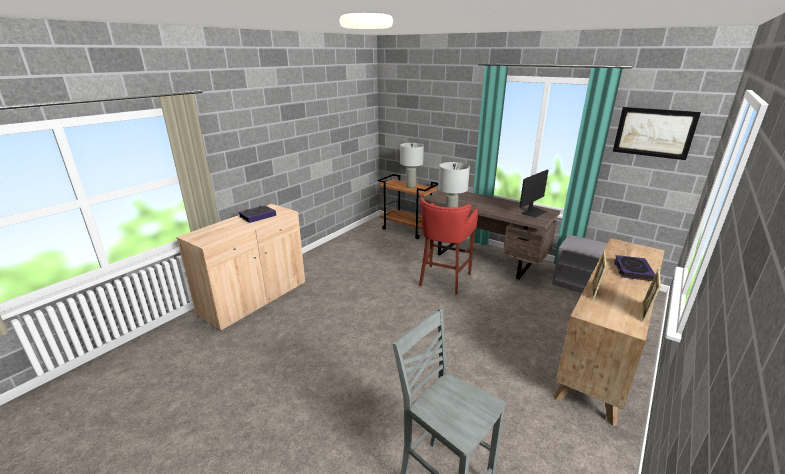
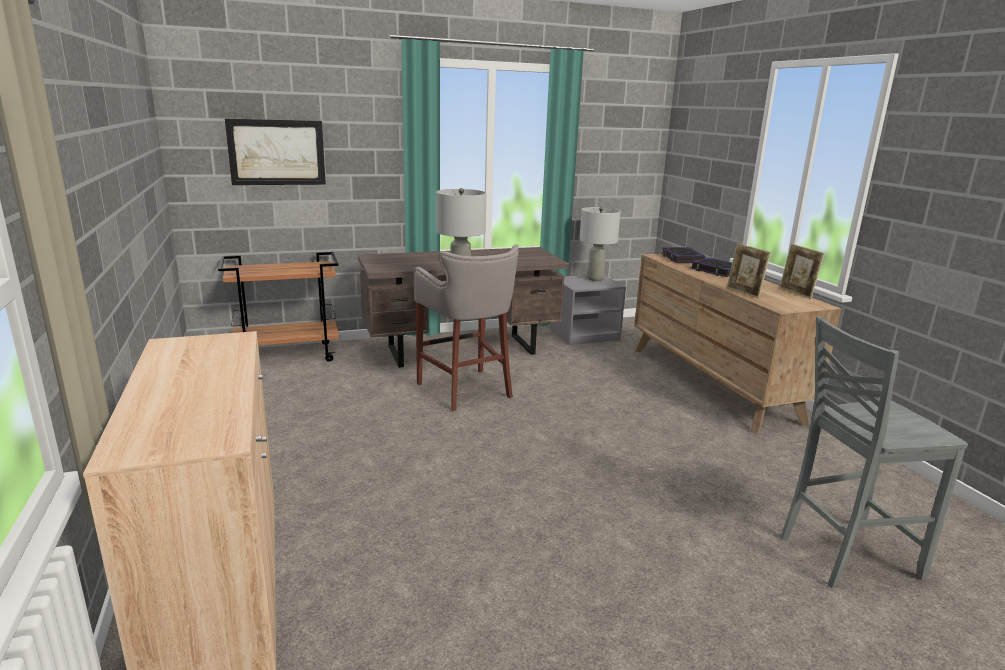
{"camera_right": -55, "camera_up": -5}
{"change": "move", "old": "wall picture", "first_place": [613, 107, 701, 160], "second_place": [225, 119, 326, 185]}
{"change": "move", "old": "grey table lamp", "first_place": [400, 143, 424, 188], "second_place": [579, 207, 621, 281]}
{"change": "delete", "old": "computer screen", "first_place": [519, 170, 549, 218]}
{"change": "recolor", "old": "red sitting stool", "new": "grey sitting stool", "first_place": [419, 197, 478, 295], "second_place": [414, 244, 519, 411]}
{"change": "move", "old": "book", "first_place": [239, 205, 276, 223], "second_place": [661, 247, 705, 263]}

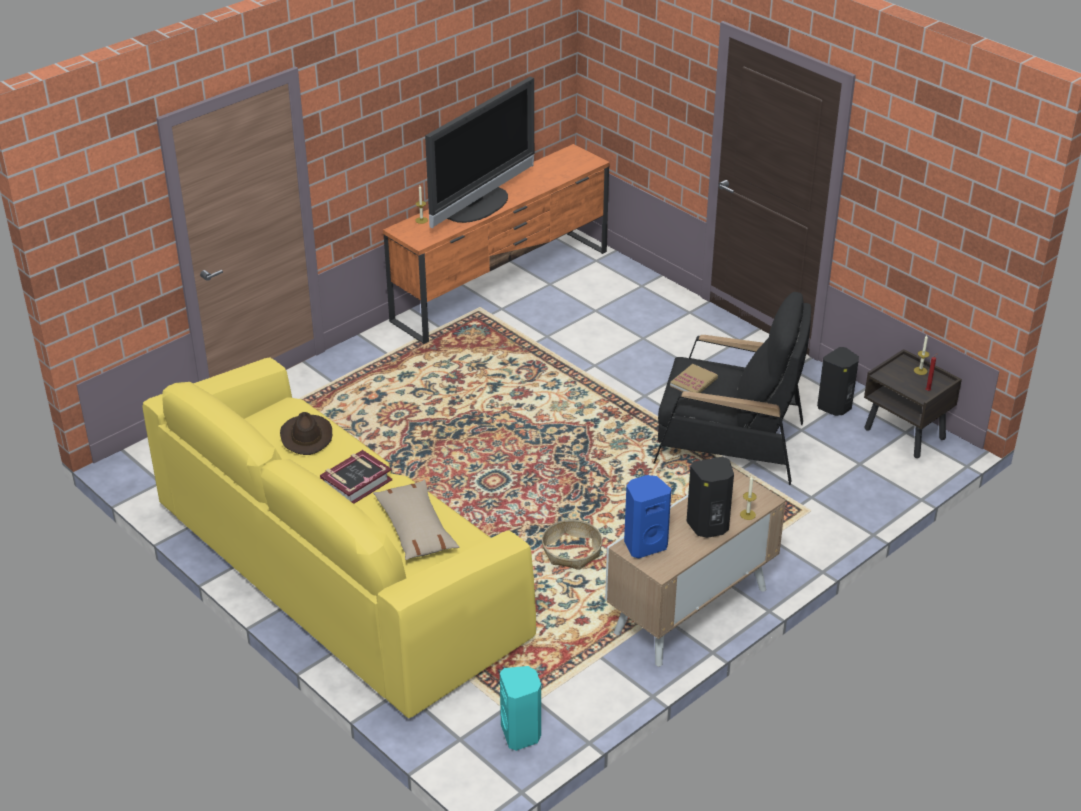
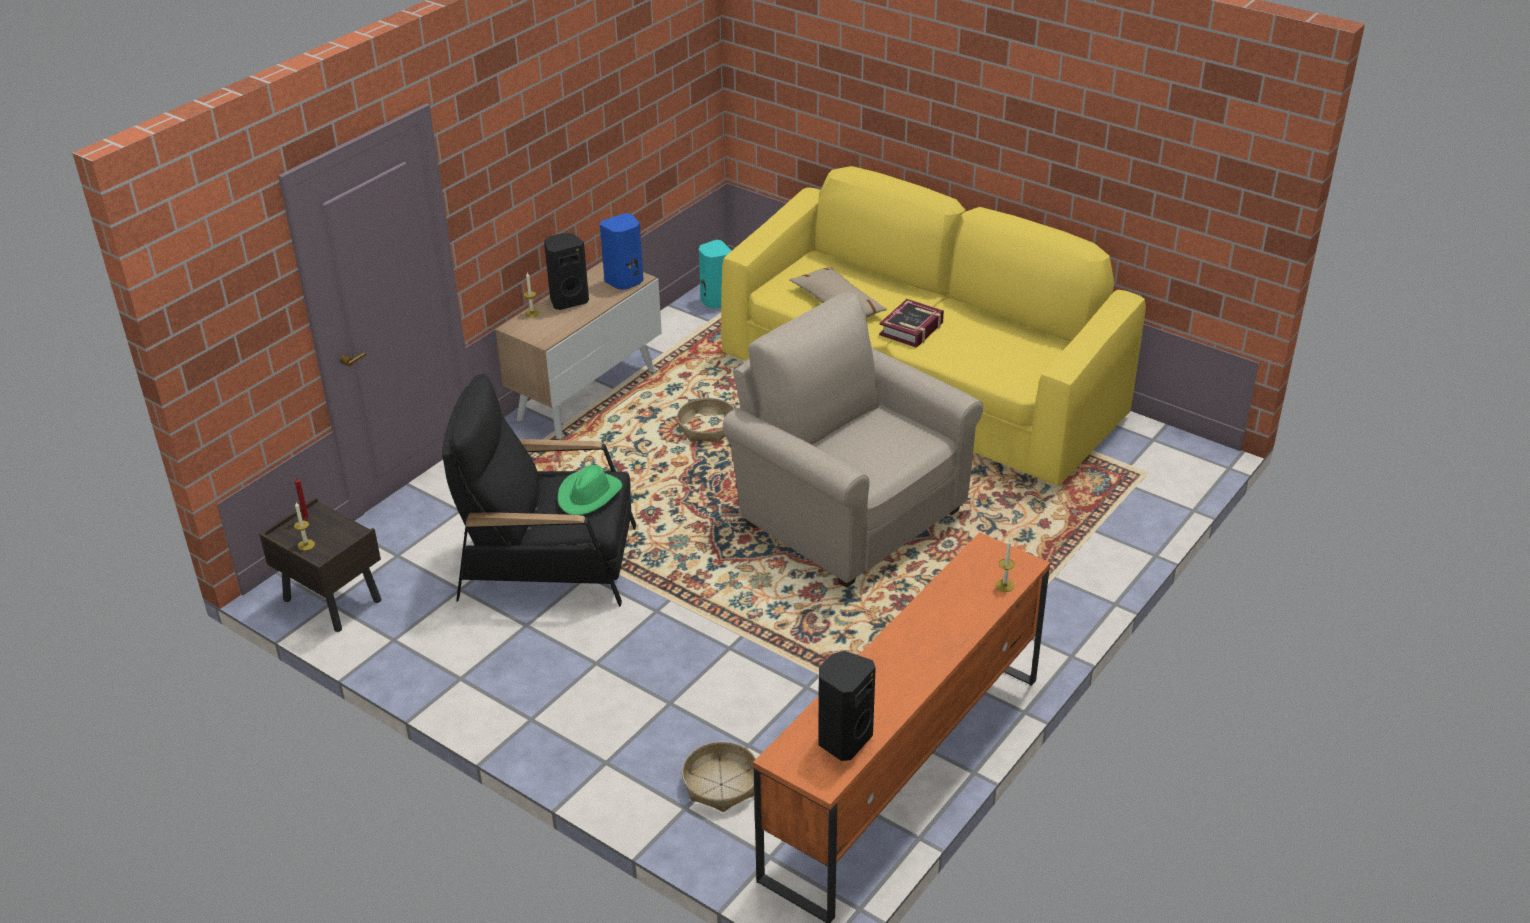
{"camera_right": 170, "camera_up": 0}
{"change": "delete", "old": "television", "first_place": [425, 77, 534, 229]}
{"change": "move", "old": "black speaker", "first_place": [817, 347, 859, 416], "second_place": [818, 651, 876, 761]}
{"change": "replace", "old": "book", "new": "green wearable hat", "first_place": [670, 364, 718, 393], "second_place": [558, 465, 622, 515]}
{"change": "delete", "old": "brown wearable hat", "first_place": [280, 412, 332, 455]}
{"change": "insert", "new": "beige armchair", "second_place": [723, 292, 983, 588]}
{"change": "insert", "new": "storage basket", "second_place": [682, 742, 756, 812]}

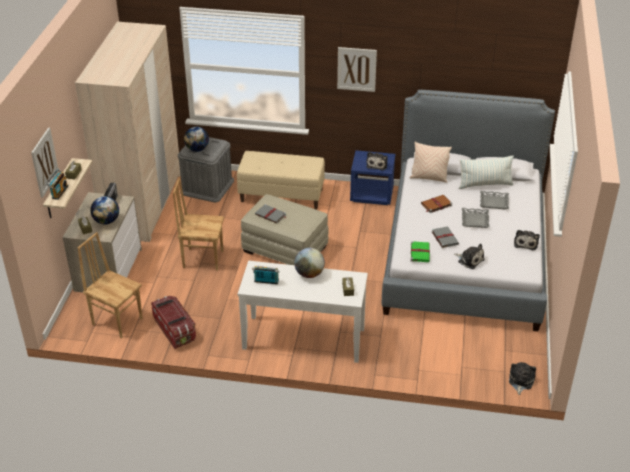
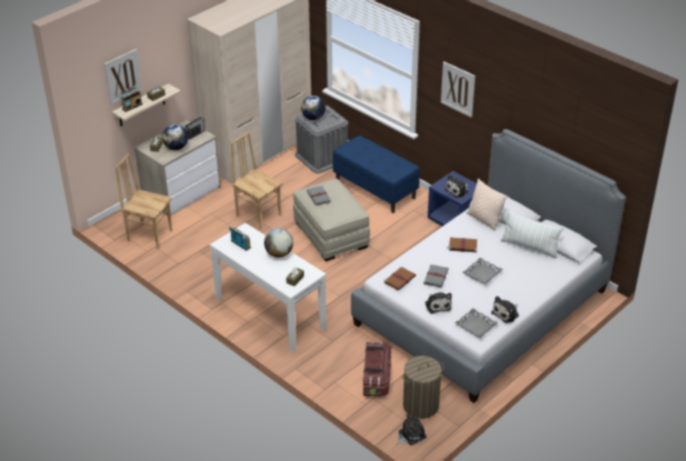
{"camera_right": 35, "camera_up": 0}
{"change": "recolor", "old": "beige long seat", "new": "bluish long seat", "first_place": [237, 151, 325, 209], "second_place": [333, 135, 420, 213]}
{"change": "move", "old": "grey tray", "first_place": [480, 191, 509, 209], "second_place": [455, 308, 498, 338]}
{"change": "rotate", "old": "brown chair", "first_place": [78, 232, 143, 339], "second_place": [115, 154, 172, 249], "degrees": -45}
{"change": "recolor", "old": "green book", "new": "brown book", "first_place": [411, 241, 430, 262], "second_place": [384, 266, 416, 291]}
{"change": "move", "old": "storage container", "first_place": [151, 296, 196, 349], "second_place": [363, 342, 392, 397]}
{"change": "insert", "new": "washing basket", "second_place": [402, 356, 444, 419]}

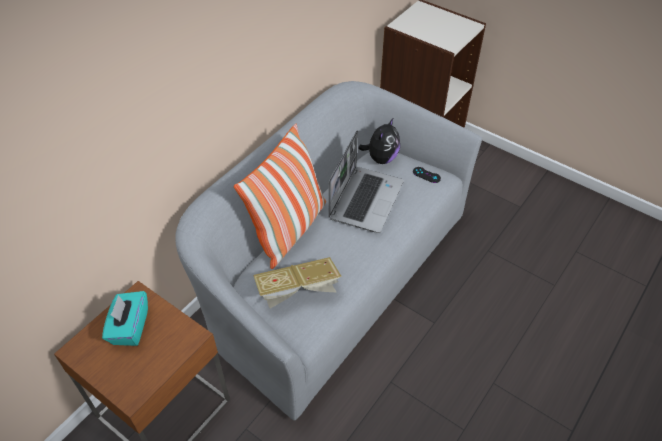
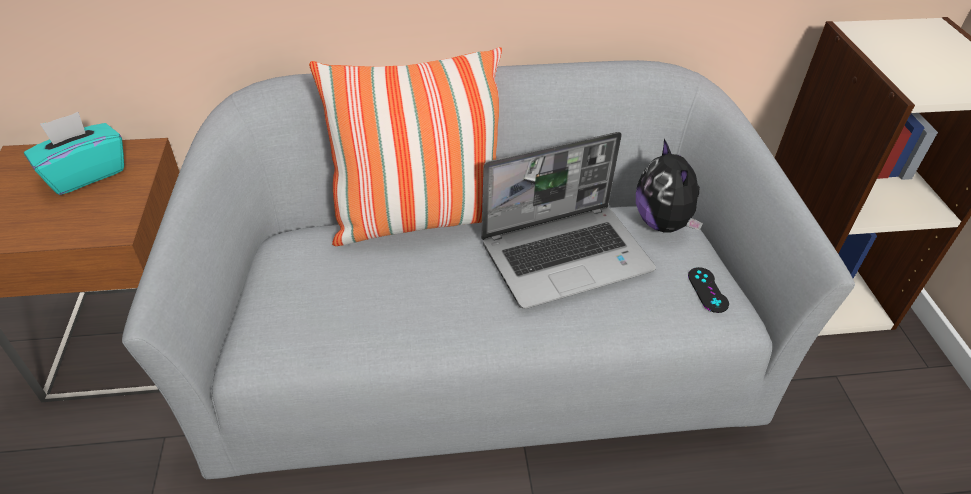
{"camera_right": 45, "camera_up": -5}
{"change": "rotate", "old": "soft toy", "first_place": [358, 117, 400, 164], "second_place": [636, 139, 703, 232], "degrees": 90}
{"change": "delete", "old": "book", "first_place": [253, 257, 342, 308]}

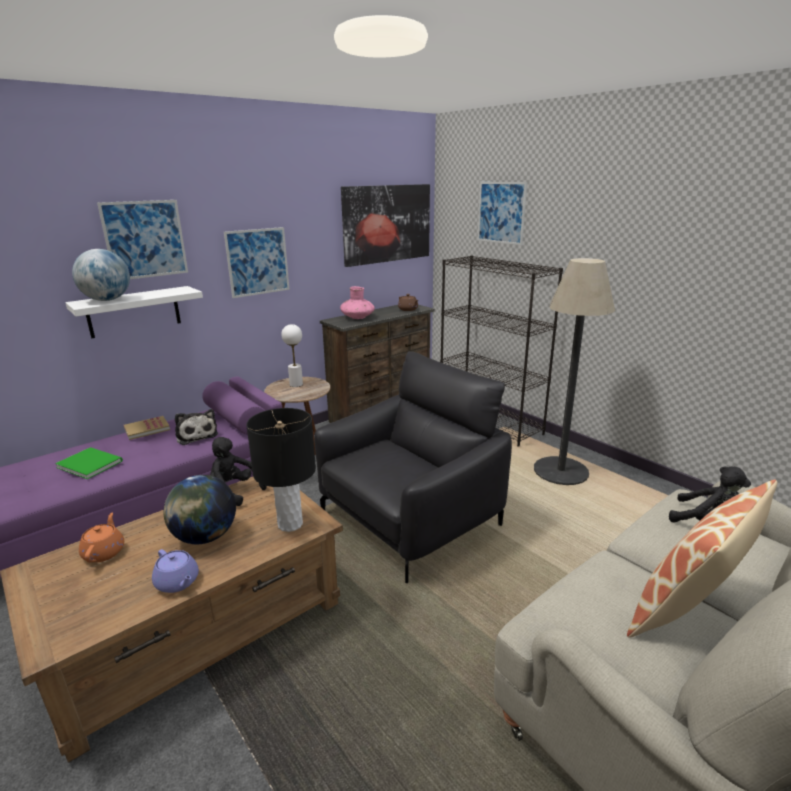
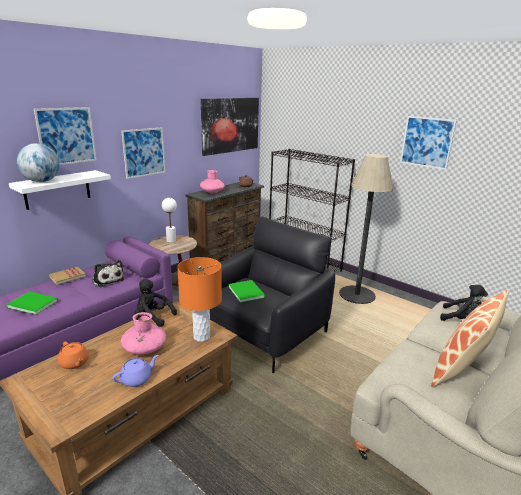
{"camera_right": -10, "camera_up": 0}
{"change": "move", "old": "wall picture", "first_place": [478, 182, 527, 245], "second_place": [400, 116, 457, 170]}
{"change": "recolor", "old": "black table lamp", "new": "orangey table lamp", "first_place": [246, 408, 316, 532], "second_place": [177, 257, 222, 342]}
{"change": "replace", "old": "desk globe", "new": "pink decorative vase", "first_place": [163, 475, 236, 544], "second_place": [121, 312, 166, 355]}
{"change": "rotate", "old": "orangey pot for tea", "first_place": [79, 512, 124, 562], "second_place": [58, 341, 89, 369], "degrees": 150}
{"change": "rotate", "old": "purplish pot for tea", "first_place": [152, 549, 199, 593], "second_place": [113, 355, 158, 387], "degrees": -75}
{"change": "insert", "new": "green book", "second_place": [229, 280, 266, 303]}

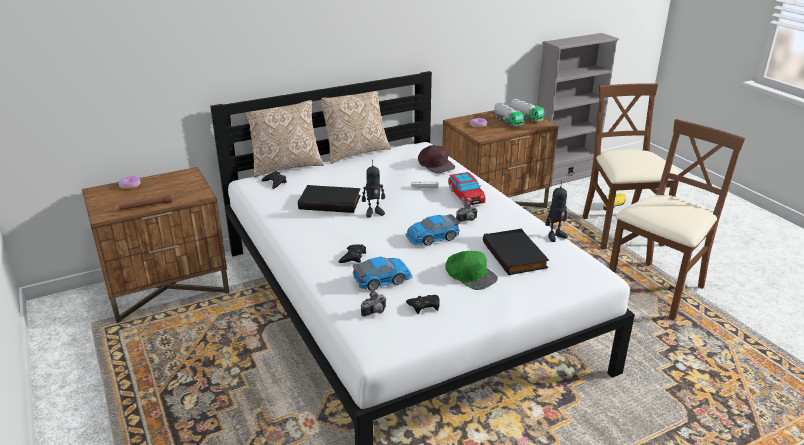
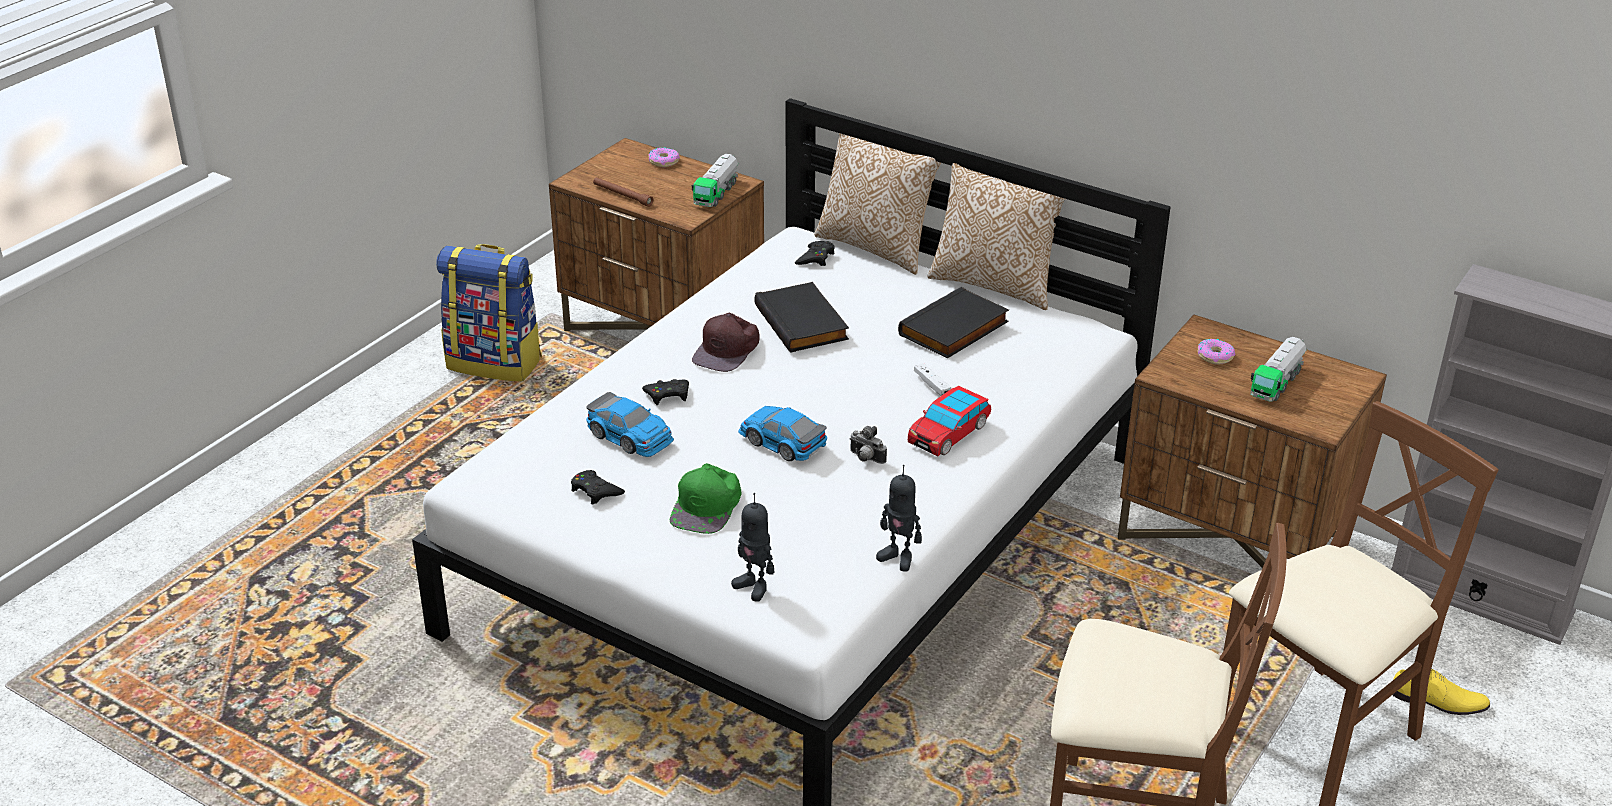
{"camera_right": 60, "camera_up": 5}
{"change": "move", "old": "toy lorry", "first_place": [510, 99, 544, 123], "second_place": [692, 154, 738, 207]}
{"change": "move", "old": "brown peaked cap", "first_place": [418, 145, 455, 173], "second_place": [692, 312, 760, 372]}
{"change": "move", "old": "robot figure", "first_place": [362, 160, 385, 218], "second_place": [731, 493, 775, 602]}
{"change": "move", "old": "black book", "first_place": [483, 229, 549, 275], "second_place": [898, 287, 1009, 358]}
{"change": "delete", "old": "photo camera", "first_place": [361, 289, 387, 317]}
{"change": "insert", "new": "knapsack", "second_place": [436, 244, 542, 382]}

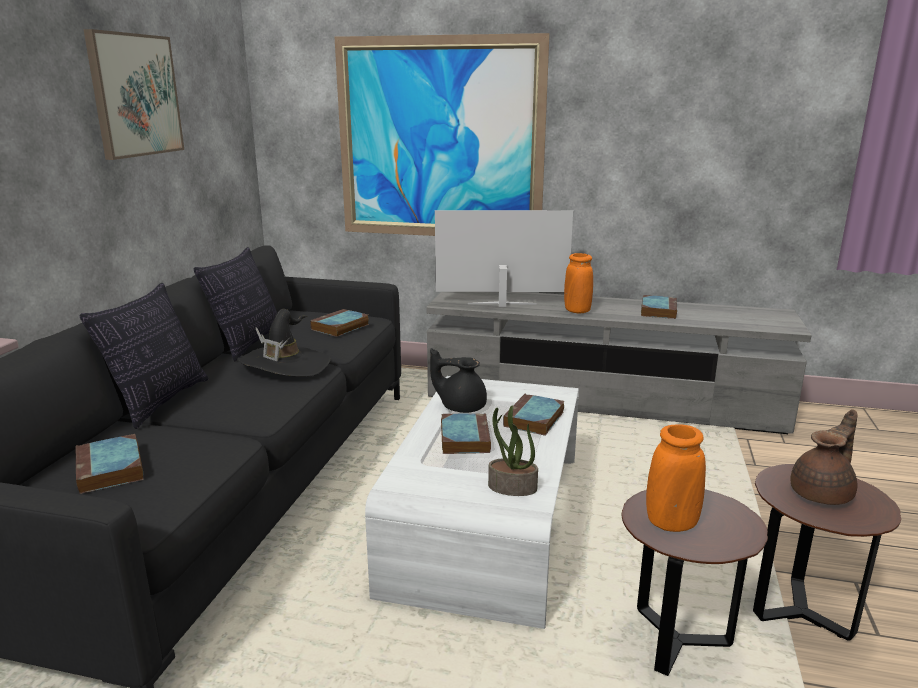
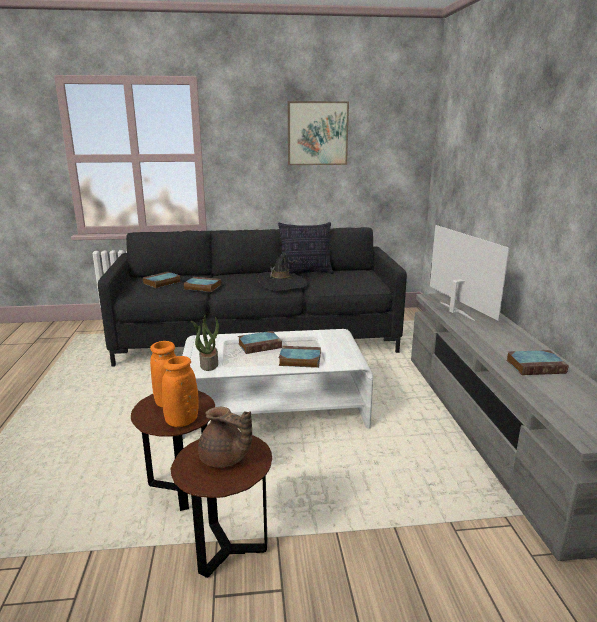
{"camera_right": 70, "camera_up": 0}
{"change": "delete", "old": "wall picture", "first_place": [335, 33, 550, 236]}
{"change": "move", "old": "orangey decorative vase", "first_place": [564, 253, 593, 313], "second_place": [162, 356, 199, 427]}
{"change": "delete", "old": "throw pillow", "first_place": [79, 283, 209, 429]}
{"change": "move", "old": "book", "first_place": [310, 309, 369, 337], "second_place": [184, 277, 222, 292]}
{"change": "delete", "old": "black pot for tea", "first_place": [430, 348, 487, 413]}

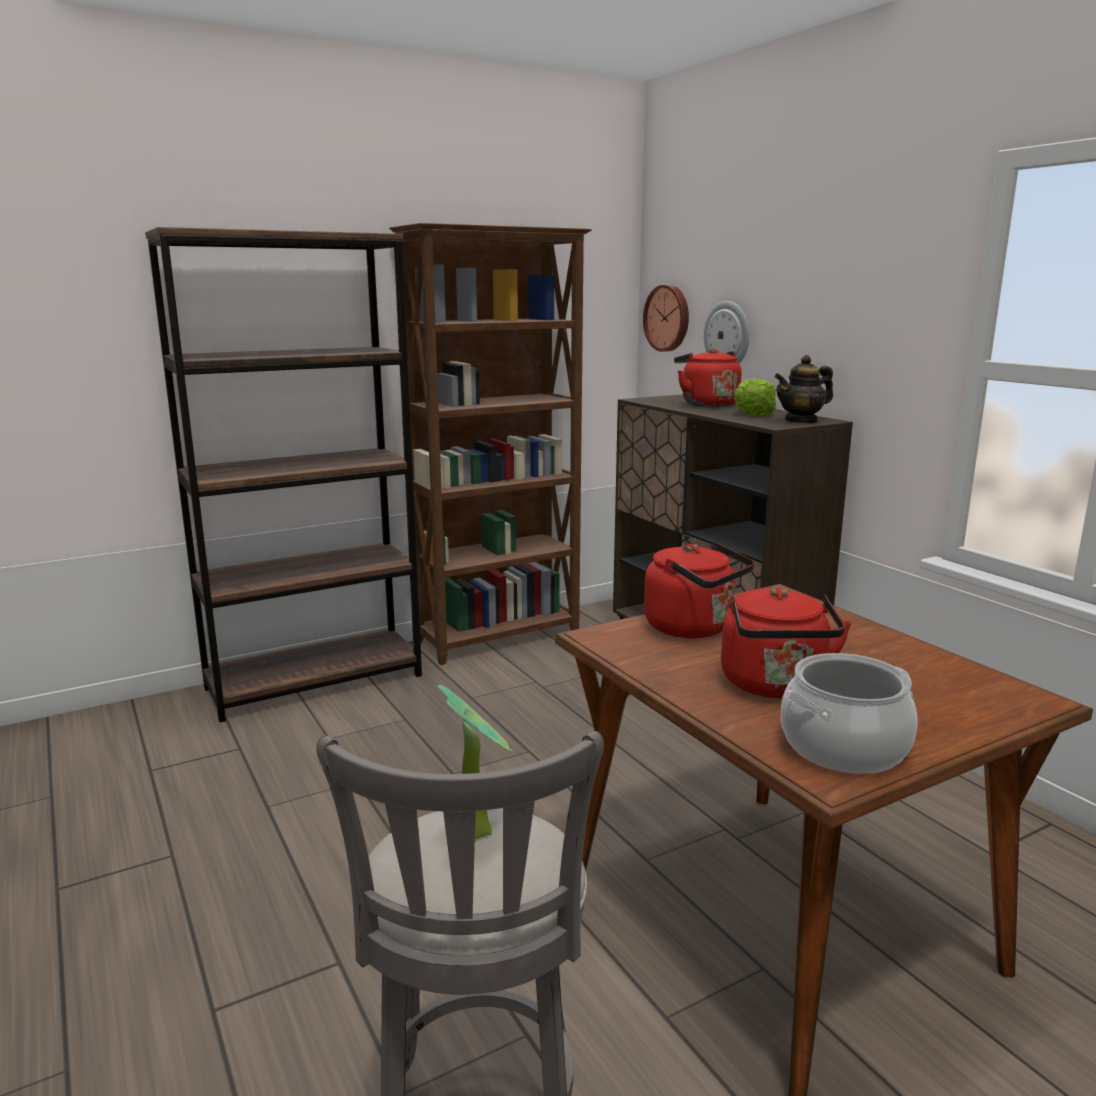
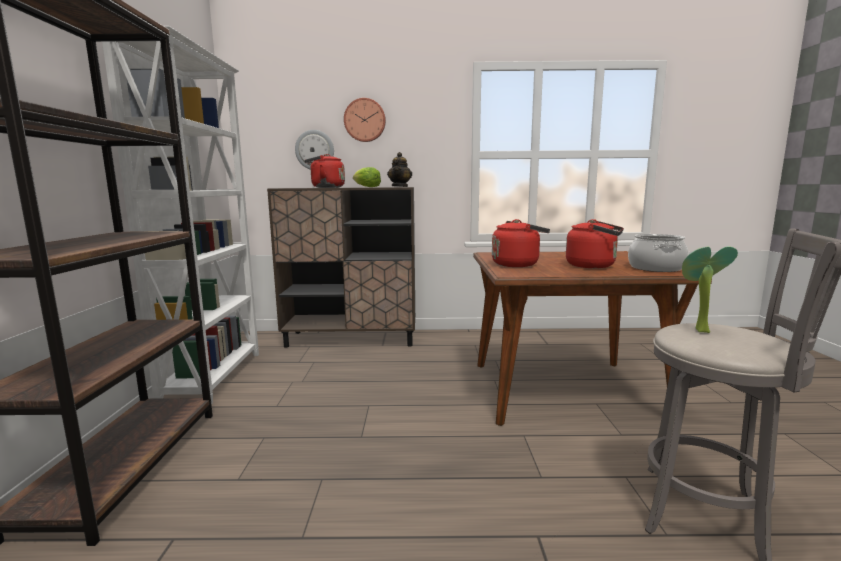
{"camera_right": -60, "camera_up": -5}
{"change": "recolor", "old": "brown shelving unit", "new": "whitish shelving unit", "first_place": [389, 223, 592, 665], "second_place": [102, 26, 259, 404]}
{"change": "move", "old": "wall clock", "first_place": [643, 285, 689, 352], "second_place": [344, 98, 386, 142]}

